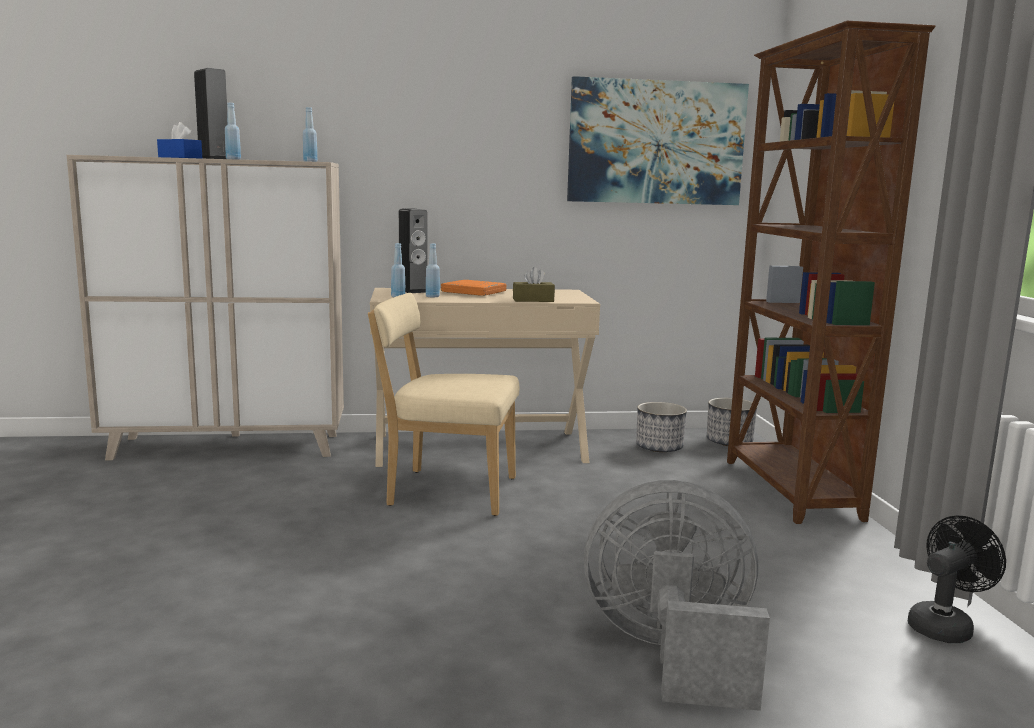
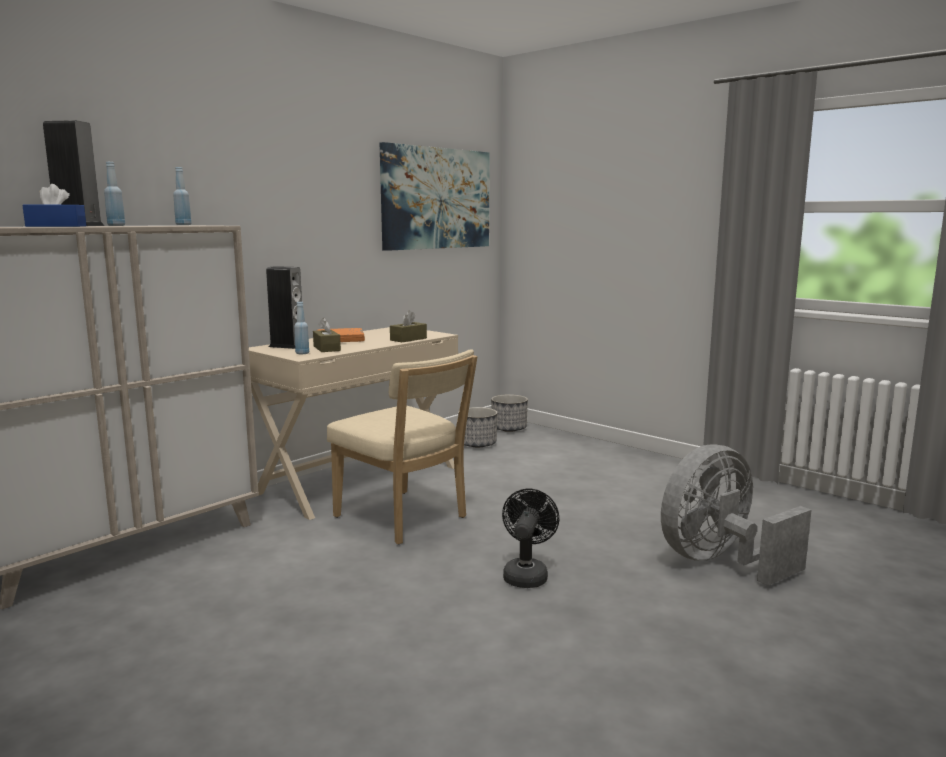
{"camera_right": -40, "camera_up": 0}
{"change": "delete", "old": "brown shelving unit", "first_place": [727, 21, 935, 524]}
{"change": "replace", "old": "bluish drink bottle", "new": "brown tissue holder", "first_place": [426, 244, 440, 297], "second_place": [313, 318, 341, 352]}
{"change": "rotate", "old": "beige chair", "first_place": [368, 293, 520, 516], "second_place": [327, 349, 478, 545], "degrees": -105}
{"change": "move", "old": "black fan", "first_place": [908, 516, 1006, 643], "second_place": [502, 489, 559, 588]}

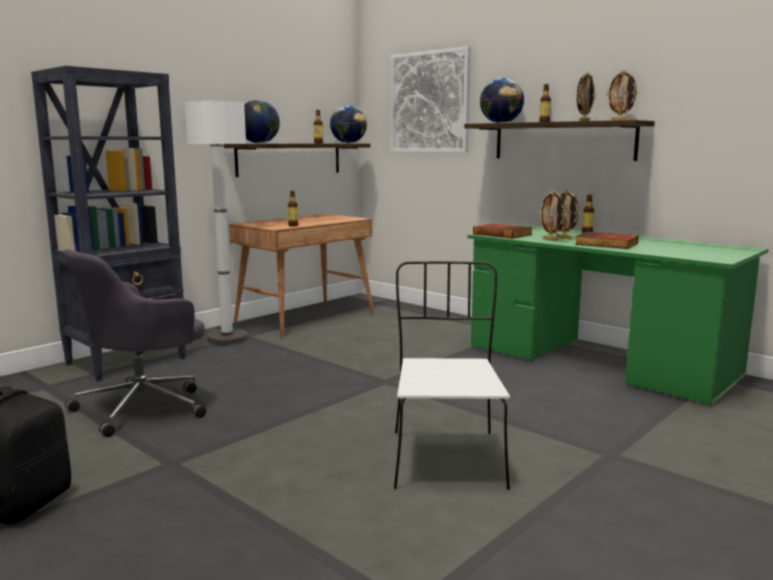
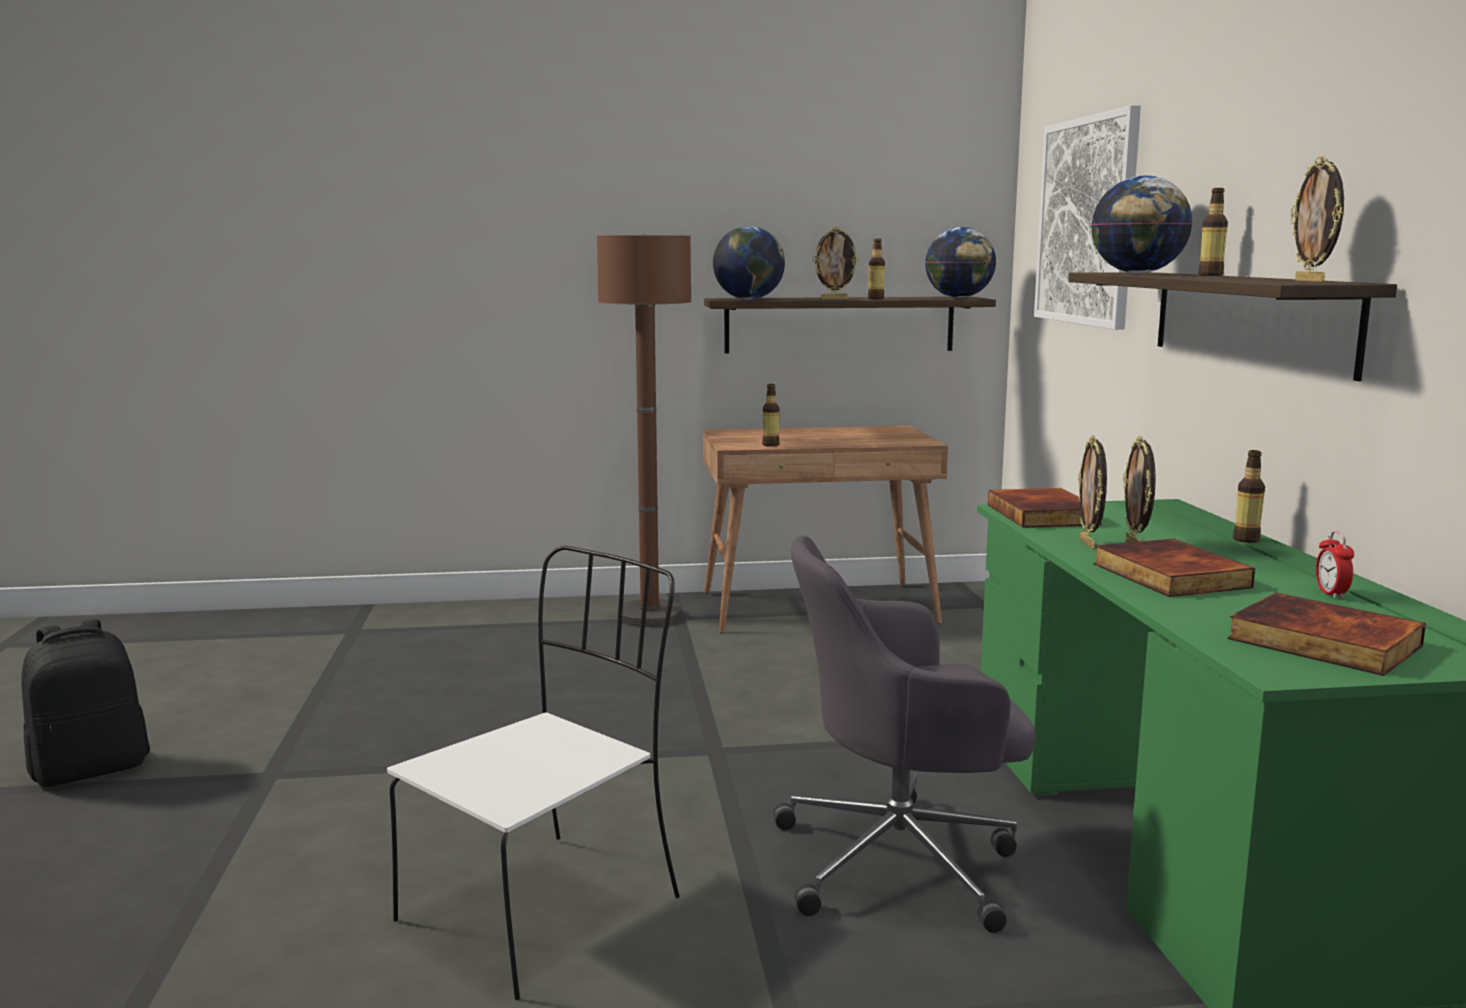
{"camera_right": 40, "camera_up": 0}
{"change": "delete", "old": "black shelving unit", "first_place": [31, 66, 186, 381]}
{"change": "move", "old": "picture frame", "first_place": [577, 72, 596, 121], "second_place": [812, 226, 859, 299]}
{"change": "recolor", "old": "whitish standing lamp", "new": "brown standing lamp", "first_place": [185, 101, 248, 345], "second_place": [597, 234, 691, 627]}
{"change": "move", "old": "grey office chair", "first_place": [64, 249, 206, 437], "second_place": [773, 535, 1036, 933]}
{"change": "insert", "new": "bedside clock", "second_place": [1316, 531, 1354, 599]}
{"change": "insert", "new": "book", "second_place": [1228, 592, 1426, 676]}

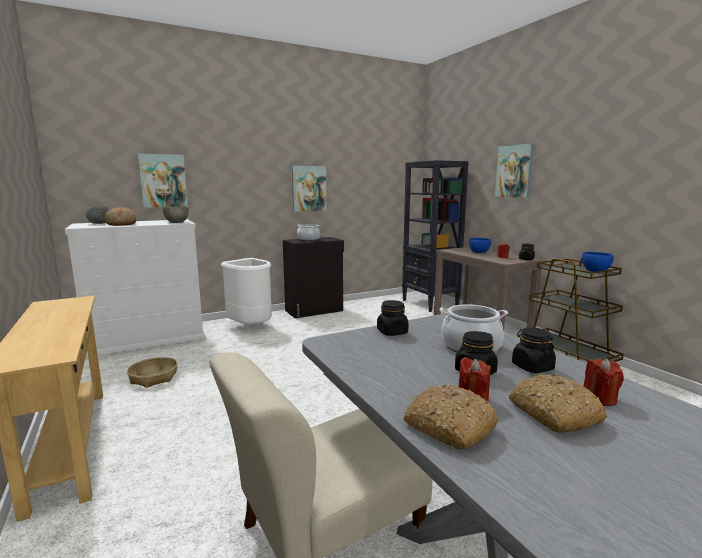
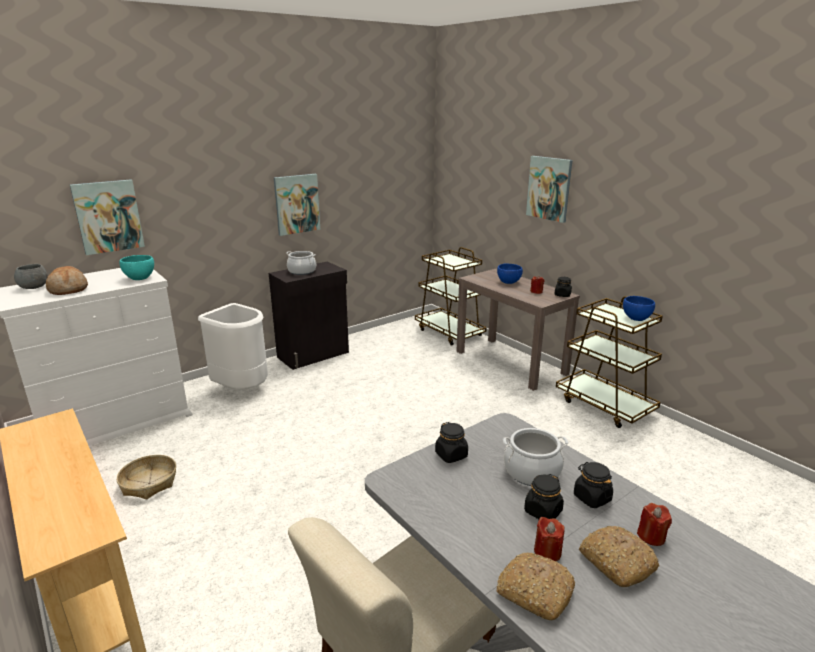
{"camera_right": -10, "camera_up": 10}
{"change": "replace", "old": "black shelving unit", "new": "brown trolley", "first_place": [402, 160, 469, 312], "second_place": [415, 247, 487, 346]}
{"change": "recolor", "old": "grey bowl", "new": "turquoise-coloured bowl", "first_place": [163, 206, 189, 223], "second_place": [120, 255, 154, 280]}

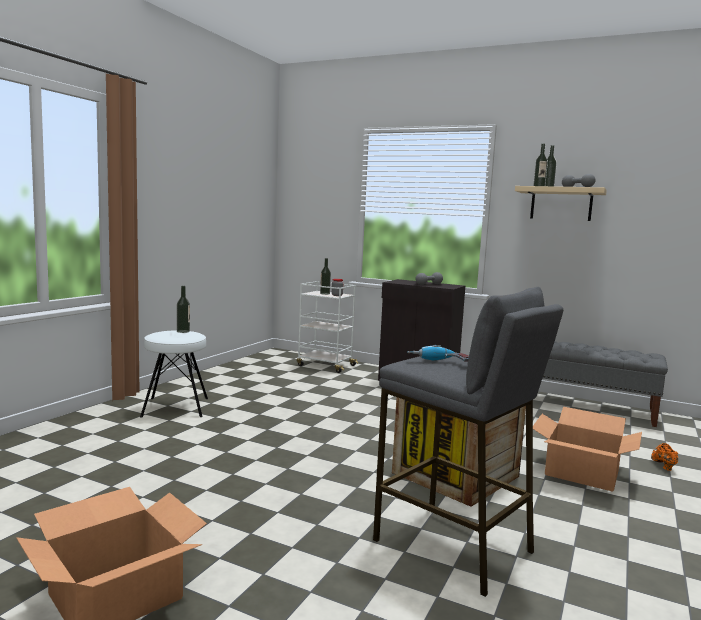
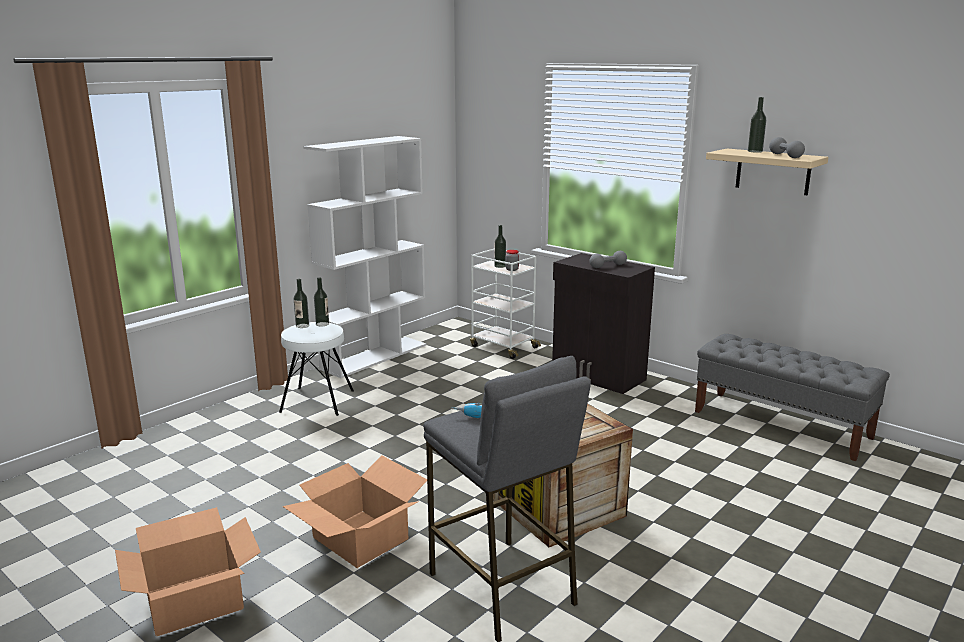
{"camera_right": 15, "camera_up": 10}
{"change": "move", "old": "drink bottle", "first_place": [533, 144, 548, 186], "second_place": [294, 279, 309, 328]}
{"change": "move", "old": "packing box", "first_place": [533, 407, 642, 492], "second_place": [283, 456, 427, 568]}
{"change": "delete", "old": "orangey item of footwear", "first_place": [651, 443, 678, 471]}
{"change": "insert", "new": "whitish shelving unit", "second_place": [303, 136, 426, 378]}

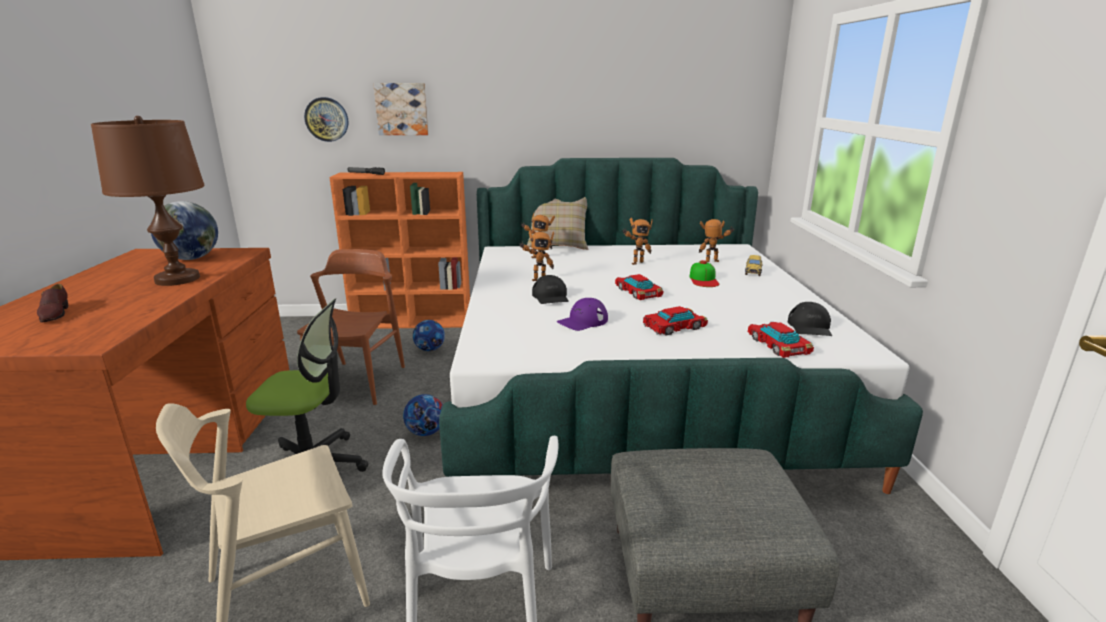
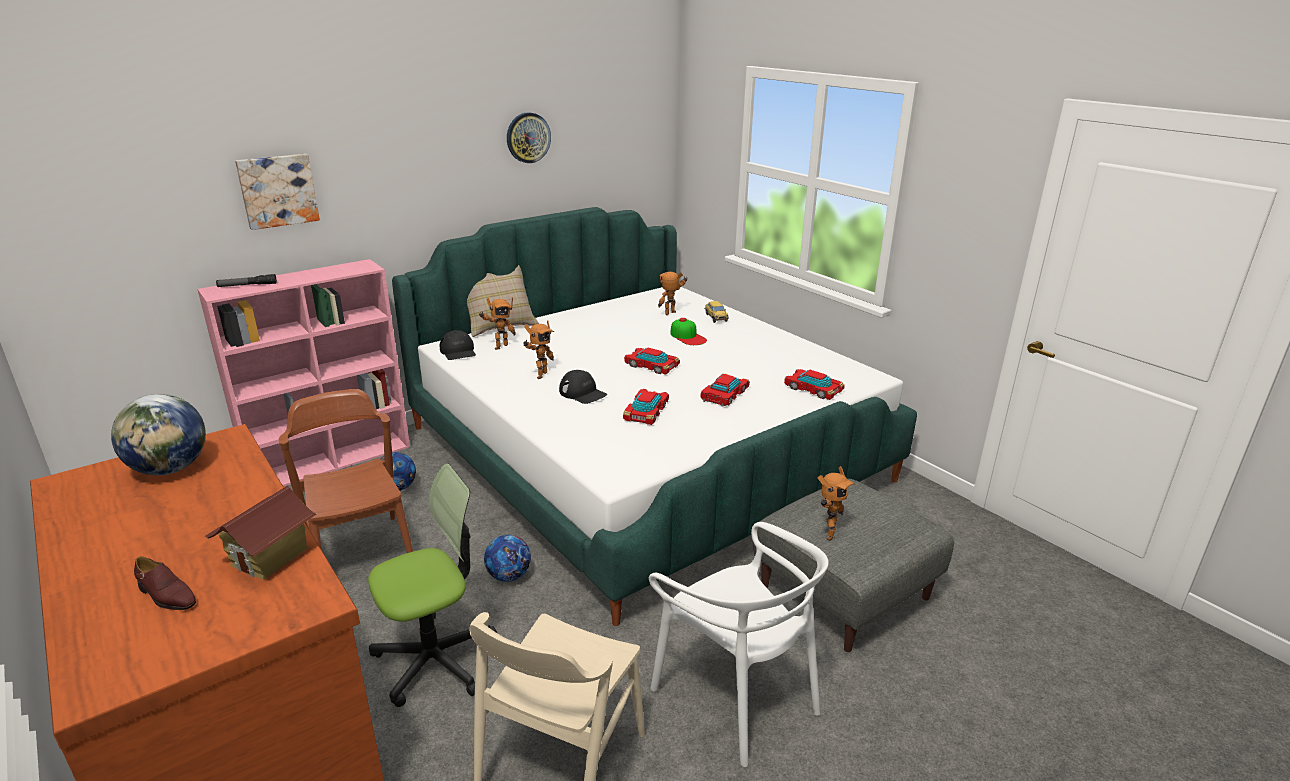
{"camera_right": -35, "camera_up": 5}
{"change": "move", "old": "wall clock", "first_place": [304, 97, 348, 142], "second_place": [507, 112, 551, 163]}
{"change": "delete", "old": "brown table lamp", "first_place": [91, 116, 205, 286]}
{"change": "recolor", "old": "orangey shelving unit", "new": "pink shelving unit", "first_place": [329, 172, 470, 329], "second_place": [197, 259, 410, 486]}
{"change": "move", "old": "robot figure", "first_place": [623, 218, 652, 265], "second_place": [818, 466, 855, 541]}
{"change": "replace", "old": "purplish peaked cap", "new": "toy car", "first_place": [557, 298, 608, 331], "second_place": [623, 389, 669, 425]}
{"change": "move", "old": "black peaked cap", "first_place": [788, 302, 832, 336], "second_place": [439, 330, 476, 360]}
{"change": "insert", "new": "toy house", "second_place": [205, 486, 317, 580]}

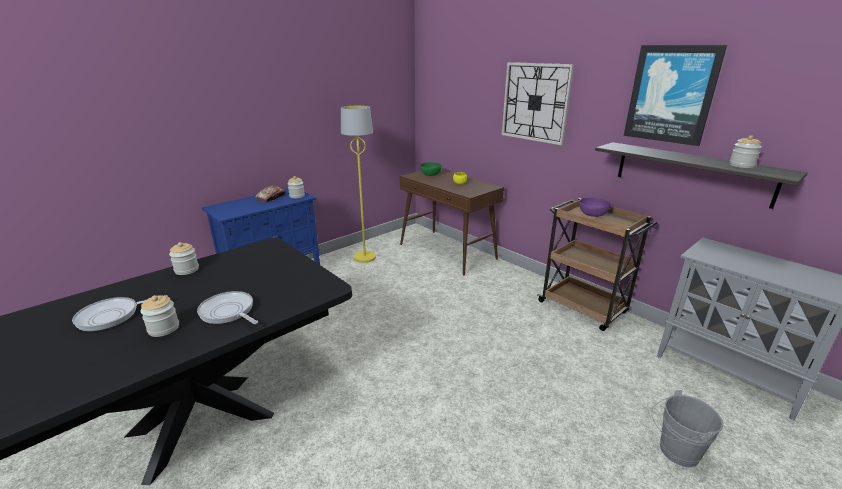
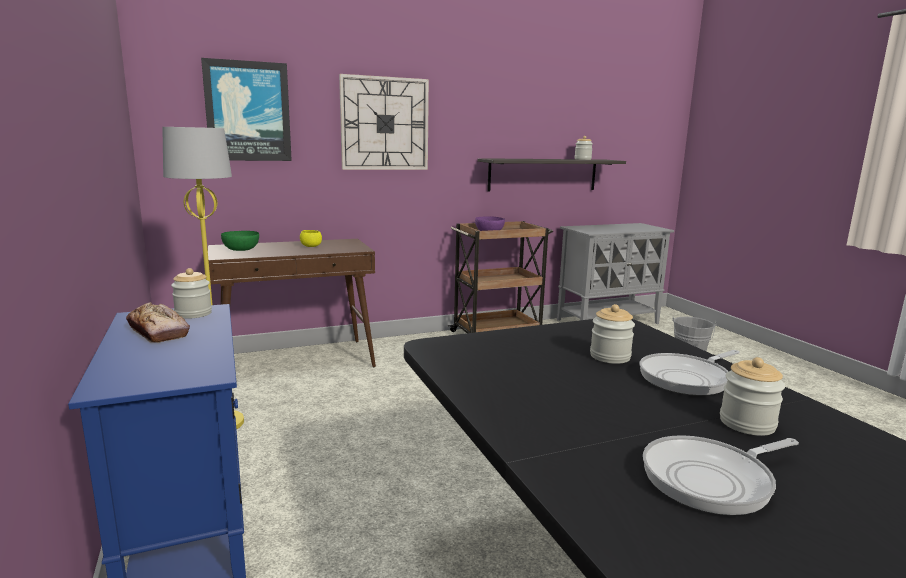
{"camera_right": -70, "camera_up": -10}
{"change": "move", "old": "wall picture", "first_place": [624, 45, 727, 146], "second_place": [201, 58, 292, 161]}
{"change": "move", "old": "preserve jar", "first_place": [169, 242, 199, 275], "second_place": [590, 304, 635, 364]}
{"change": "rotate", "old": "pan", "first_place": [72, 295, 167, 331], "second_place": [643, 435, 799, 515], "degrees": 75}

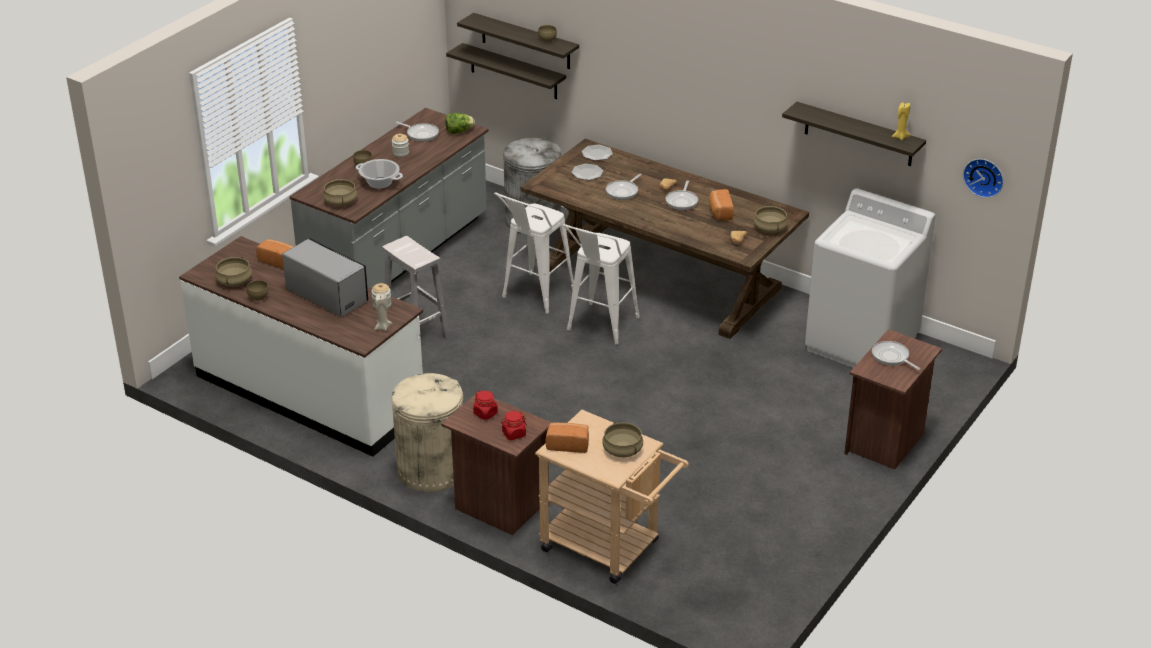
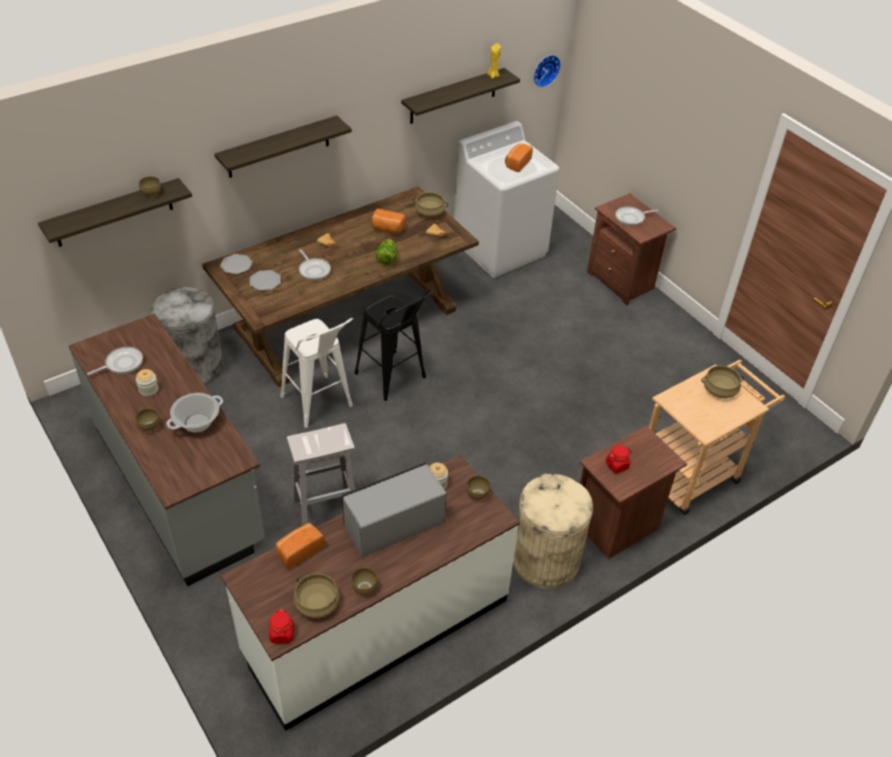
{"camera_right": -70, "camera_up": 10}
{"change": "move", "old": "shelf", "first_place": [446, 43, 566, 99], "second_place": [214, 116, 352, 178]}
{"change": "move", "old": "lettuce head", "first_place": [445, 113, 475, 134], "second_place": [376, 239, 397, 265]}
{"change": "delete", "old": "beige cooking pot", "first_place": [323, 179, 357, 206]}
{"change": "delete", "old": "pan", "first_place": [665, 181, 698, 210]}
{"change": "recolor", "old": "whitish sitting stool", "new": "black sitting stool", "first_place": [563, 224, 640, 345], "second_place": [355, 289, 435, 401]}
{"change": "replace", "old": "beige wax light", "new": "brown bowl", "first_place": [374, 293, 393, 331], "second_place": [466, 476, 490, 500]}
{"change": "move", "old": "red preserve jar", "first_place": [501, 411, 527, 440], "second_place": [269, 609, 294, 643]}
{"change": "move", "old": "bakery bread", "first_place": [546, 422, 589, 453], "second_place": [505, 143, 533, 172]}

